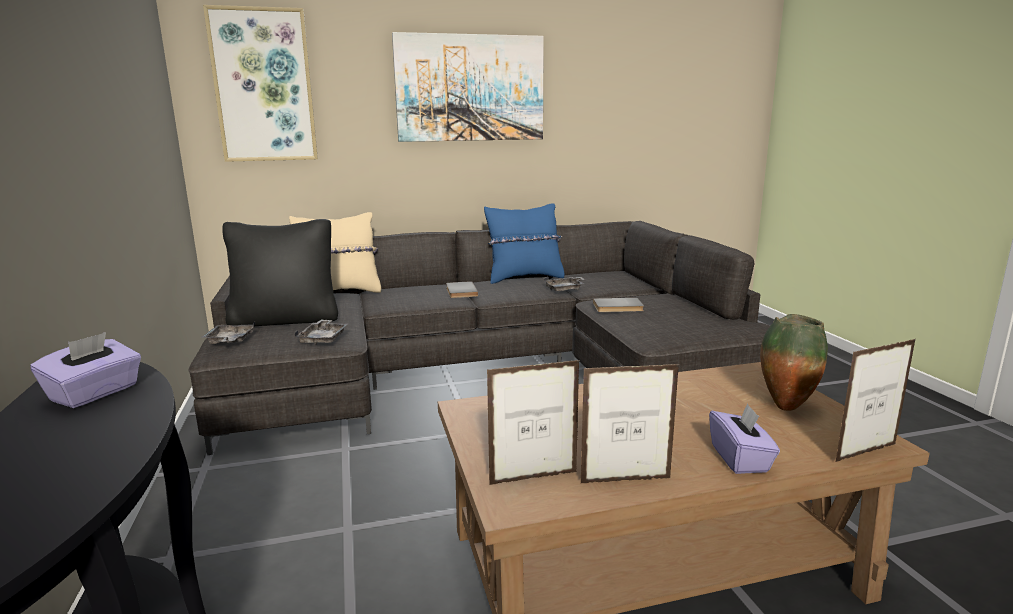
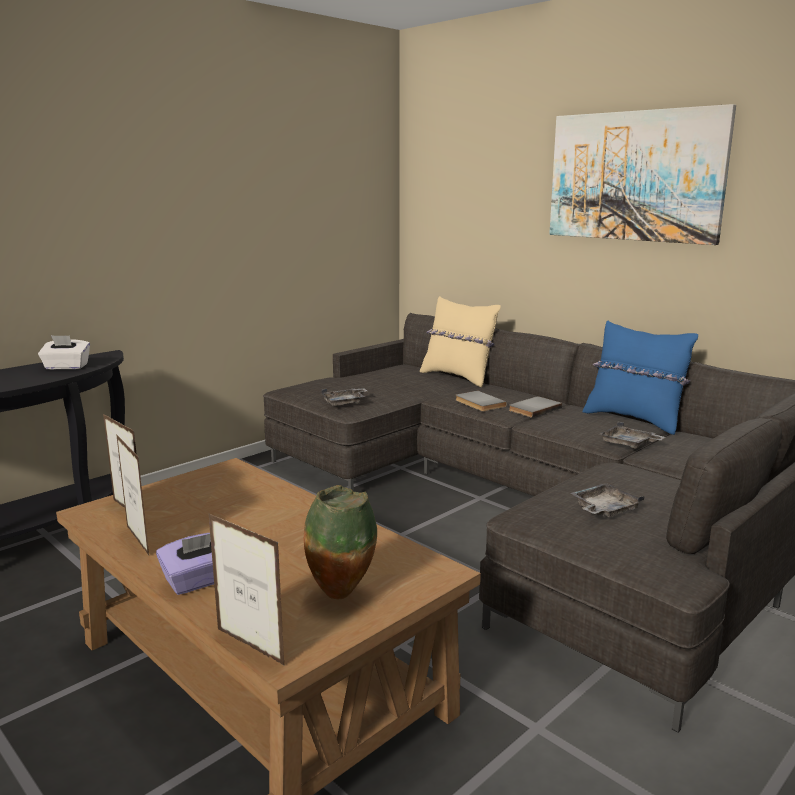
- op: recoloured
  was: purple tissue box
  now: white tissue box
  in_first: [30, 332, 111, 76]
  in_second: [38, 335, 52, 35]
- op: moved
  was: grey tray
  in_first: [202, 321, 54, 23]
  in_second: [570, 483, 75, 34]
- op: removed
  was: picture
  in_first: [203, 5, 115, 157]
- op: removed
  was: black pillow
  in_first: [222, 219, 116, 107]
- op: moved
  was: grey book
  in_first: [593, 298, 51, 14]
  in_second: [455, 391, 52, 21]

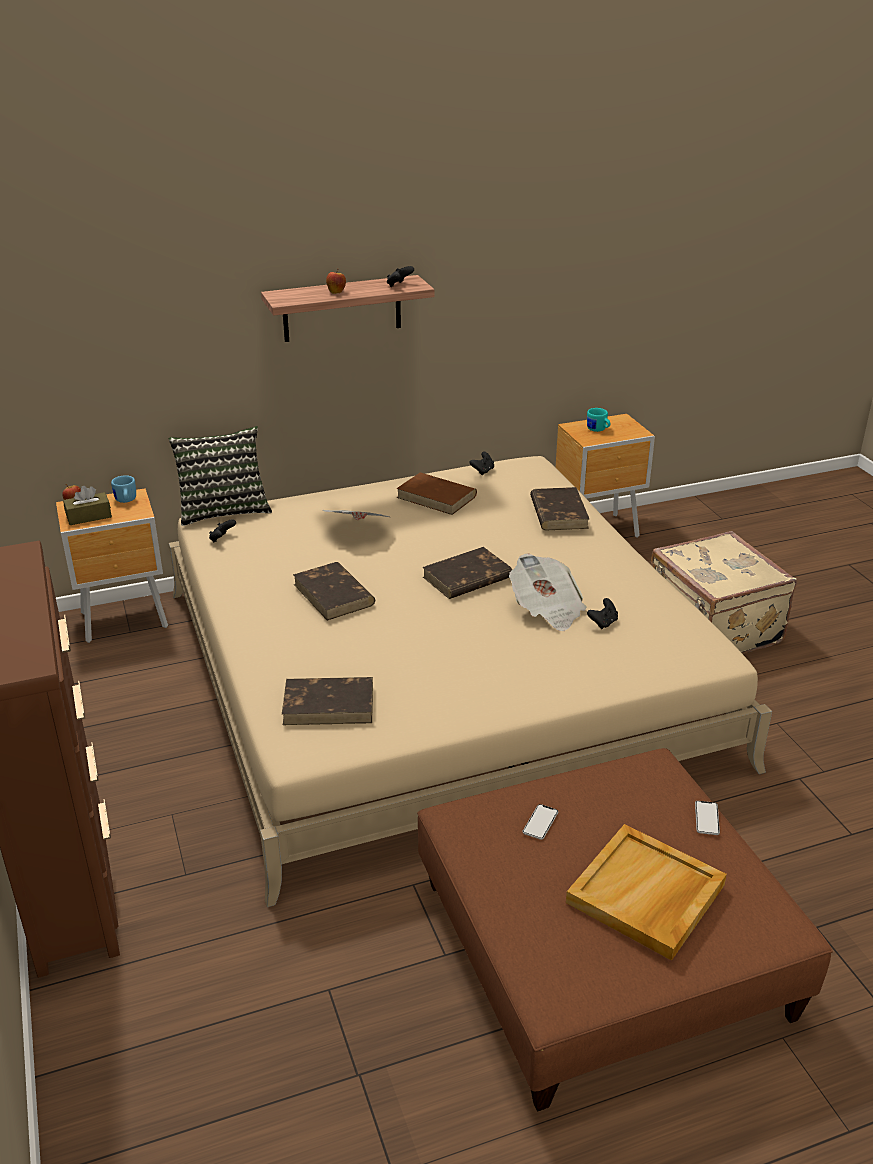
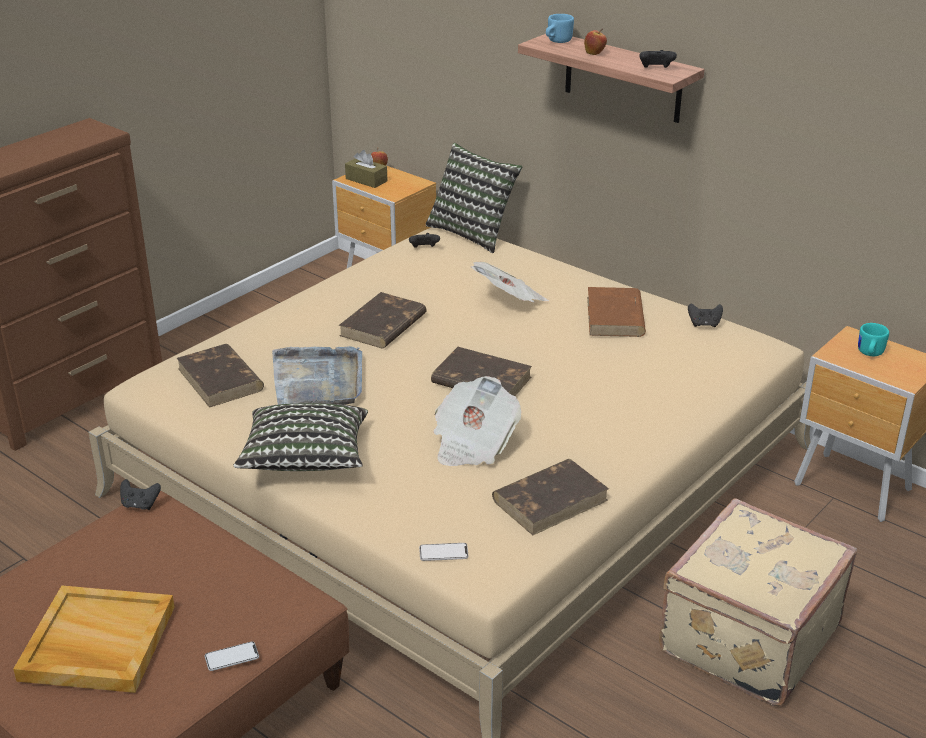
- op: moved
  was: blue mug
  in_first: [111, 475, 25, 28]
  in_second: [546, 14, 28, 29]
- op: moved
  was: phone
  in_first: [522, 804, 36, 36]
  in_second: [419, 543, 49, 18]
- op: moved
  was: brown book
  in_first: [530, 487, 59, 44]
  in_second: [492, 459, 117, 76]
- op: moved
  was: black game controller
  in_first: [587, 598, 31, 31]
  in_second: [120, 479, 41, 31]
- op: added
  now: pillow
  in_second: [233, 403, 135, 68]
- op: added
  now: grey tray
  in_second: [272, 346, 90, 59]

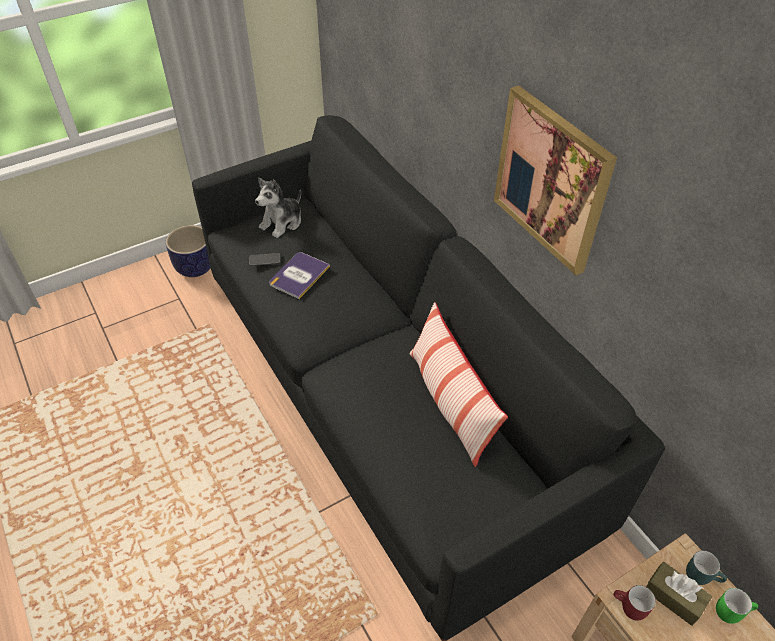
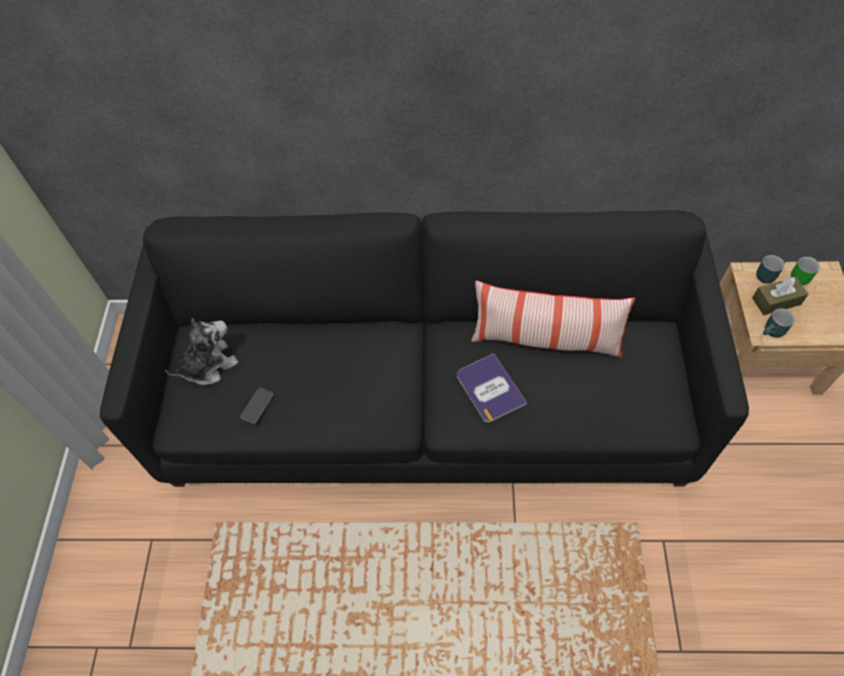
- op: removed
  was: planter
  in_first: [166, 225, 45, 52]
- op: turned
  was: plush toy
  in_first: [255, 178, 46, 60]
  in_second: [165, 318, 73, 67]
  clockwise: -105
- op: moved
  was: book
  in_first: [269, 252, 61, 47]
  in_second: [457, 353, 70, 70]
- op: removed
  was: picture
  in_first: [494, 85, 123, 190]
- op: recoloured
  was: red mug
  now: turquoise mug
  in_first: [614, 585, 42, 36]
  in_second: [763, 308, 32, 30]

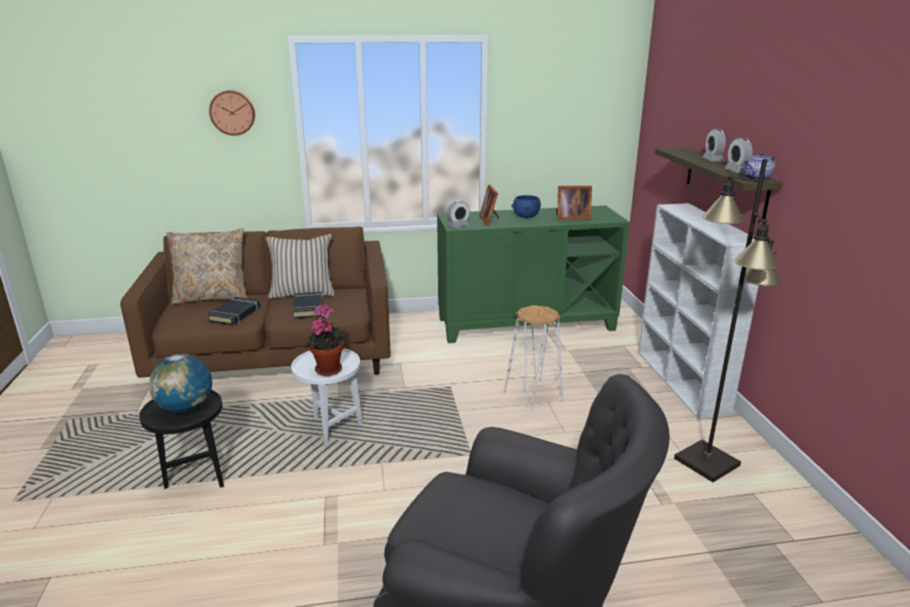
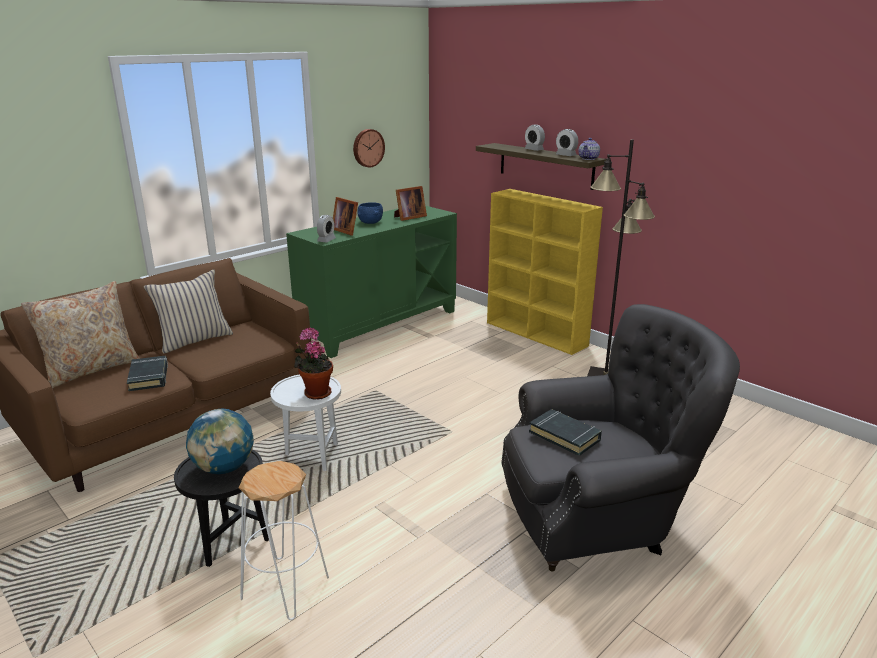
- op: moved
  was: wall clock
  in_first: [209, 90, 46, 46]
  in_second: [353, 129, 32, 38]
- op: moved
  was: black book
  in_first: [292, 292, 32, 27]
  in_second: [529, 409, 73, 47]
- op: moved
  was: white stool
  in_first: [504, 305, 60, 107]
  in_second: [239, 461, 90, 159]
- op: recoloured
  was: white bookcase
  now: yellow bookcase
  in_first: [638, 203, 121, 216]
  in_second: [487, 189, 116, 166]

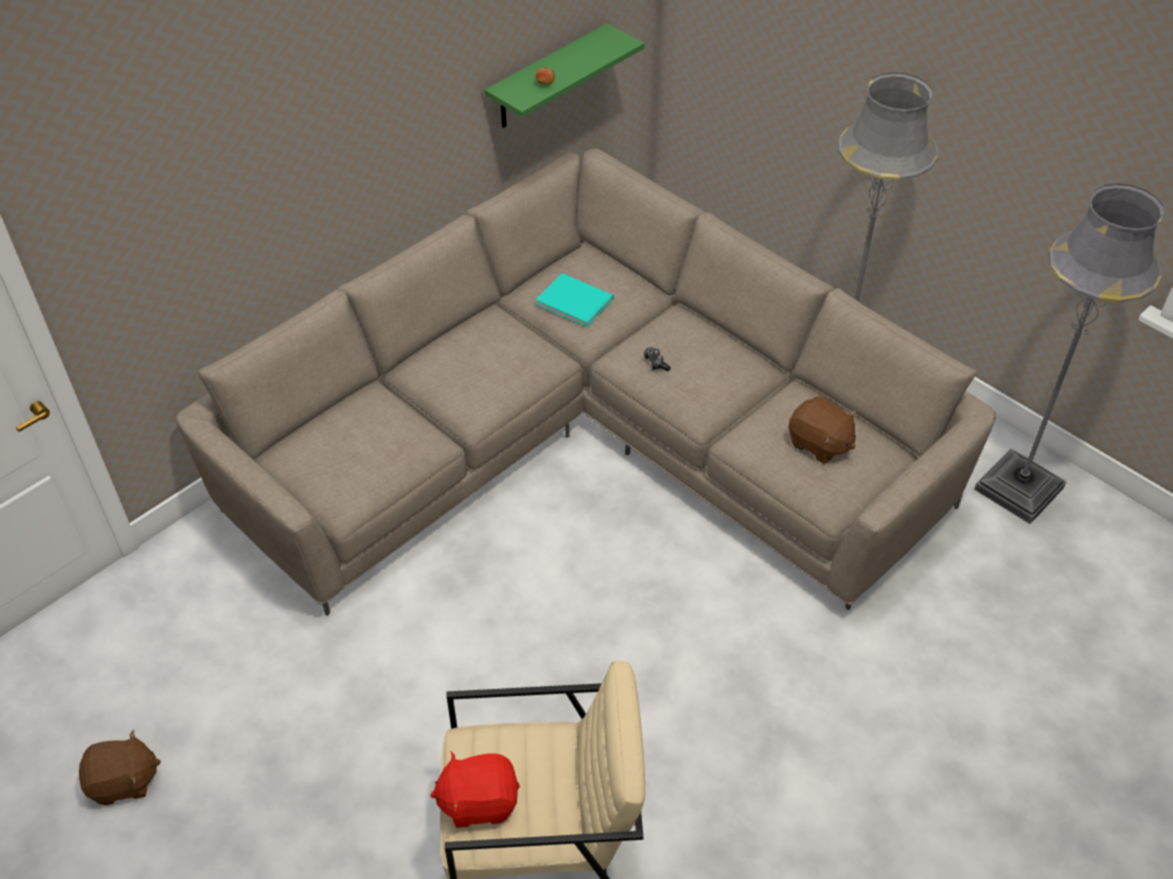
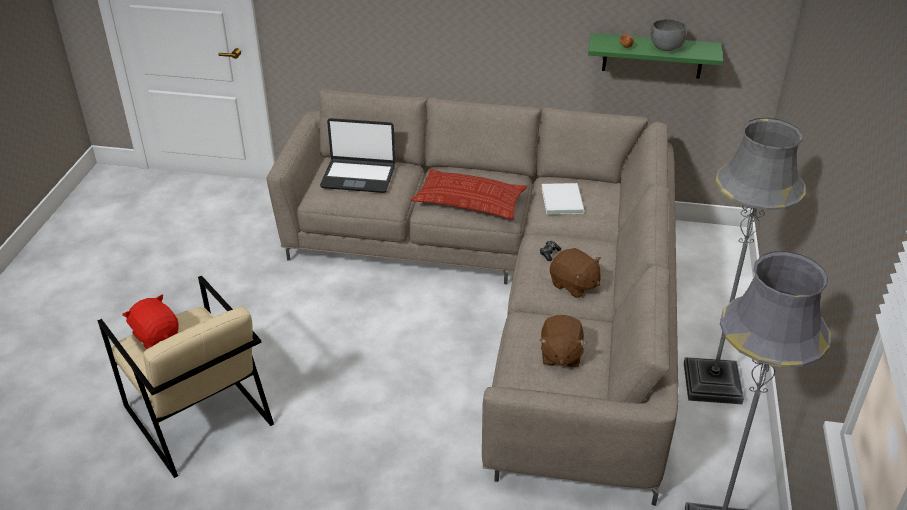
- op: moved
  was: brown plush toy
  in_first: [79, 730, 82, 75]
  in_second: [550, 248, 51, 50]
- op: recoloured
  was: turquoise book
  now: white book
  in_first: [536, 273, 78, 54]
  in_second: [541, 183, 44, 31]
- op: added
  now: laptop
  in_second: [320, 118, 75, 75]
- op: added
  now: pillow
  in_second: [411, 169, 116, 51]
- op: added
  now: grey bowl
  in_second: [651, 19, 36, 32]

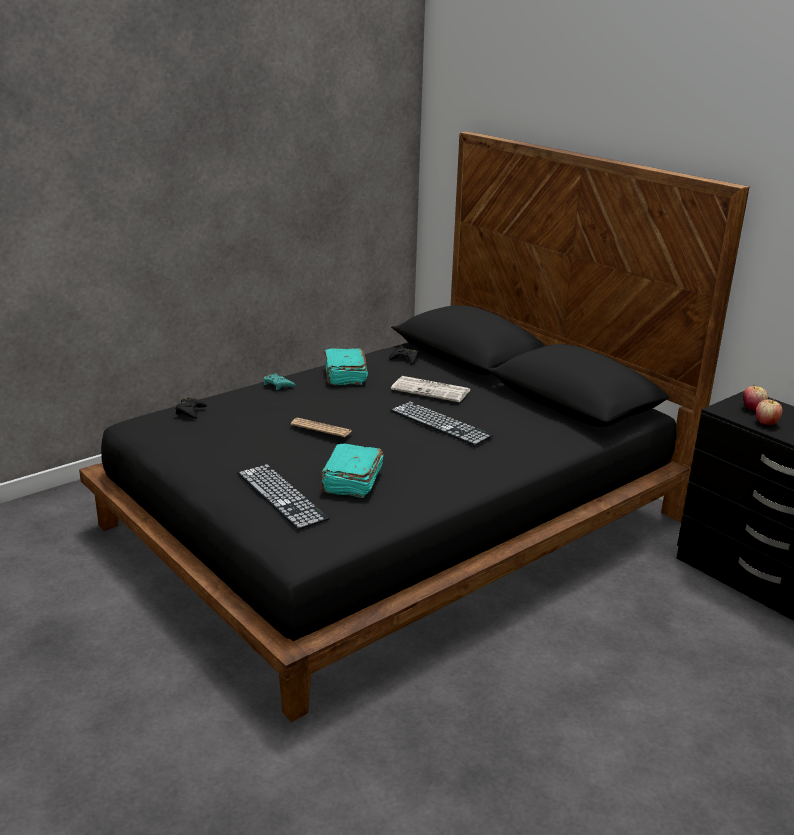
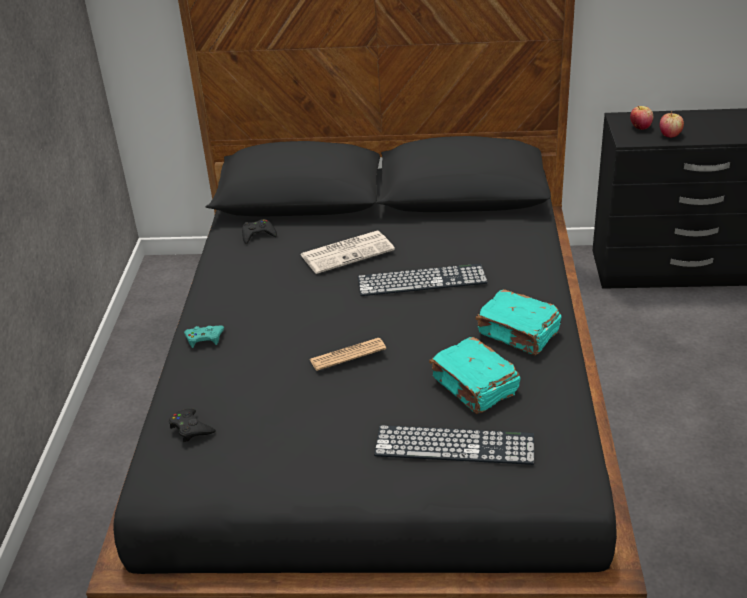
- op: moved
  was: turquoise book
  in_first: [324, 349, 44, 36]
  in_second: [475, 289, 87, 66]

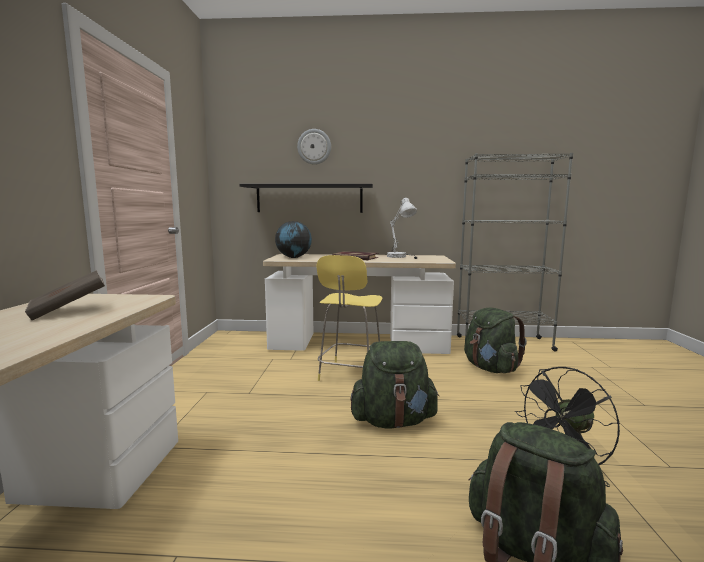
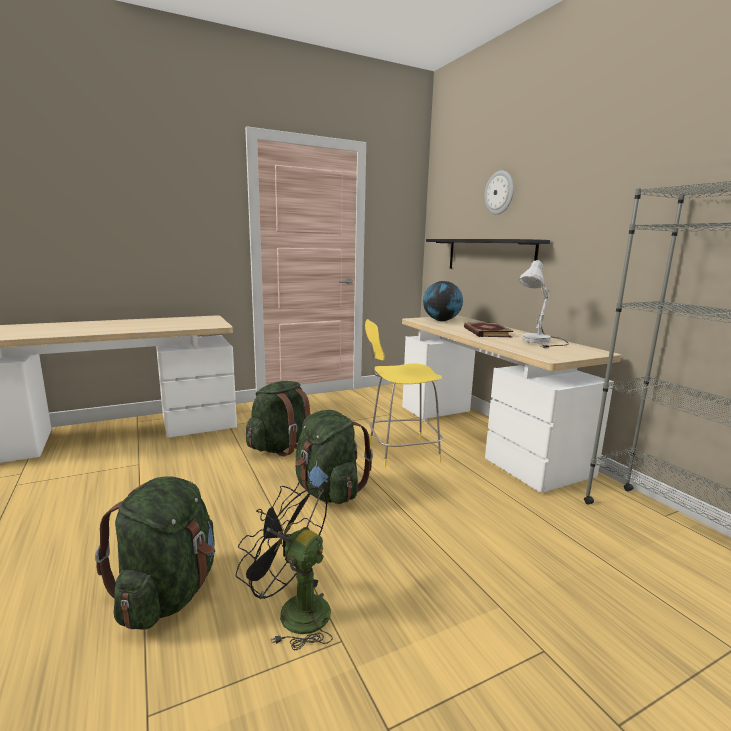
- op: removed
  was: brown book
  in_first: [25, 270, 80, 50]
- op: moved
  was: green backpack
  in_first: [464, 307, 63, 66]
  in_second: [246, 381, 65, 76]

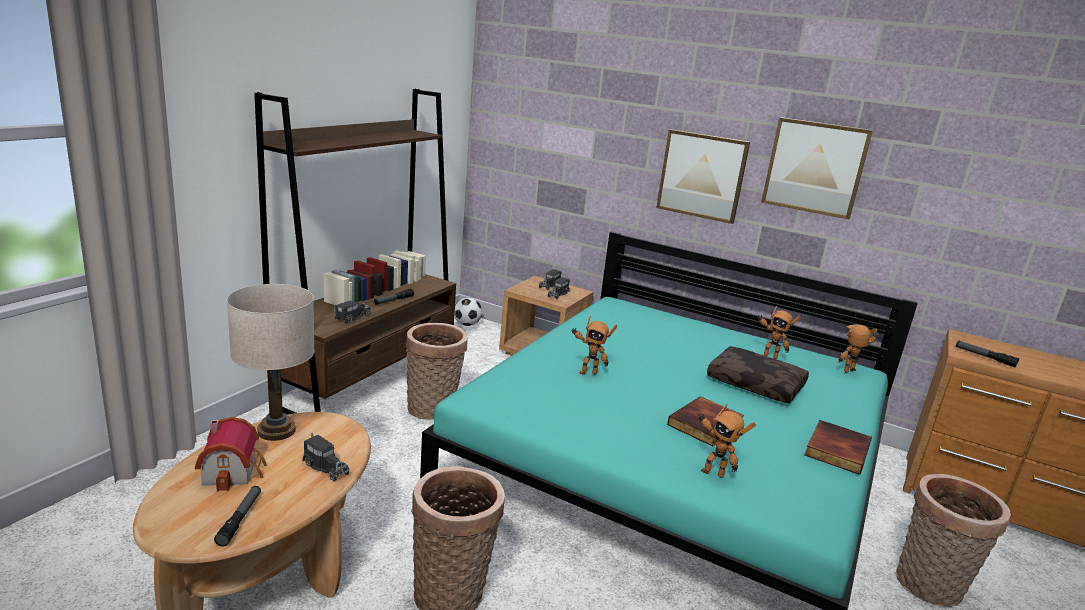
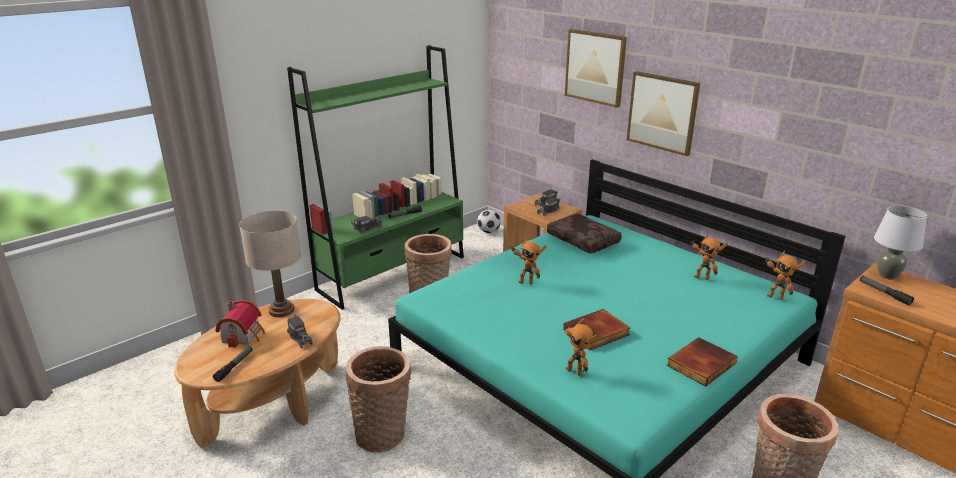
- op: recoloured
  was: brown bookcase
  now: green bookcase
  in_first: [254, 89, 202, 326]
  in_second: [287, 45, 177, 265]
- op: moved
  was: brown pillow
  in_first: [707, 346, 102, 58]
  in_second: [547, 214, 75, 40]
- op: moved
  was: picture
  in_first: [761, 117, 112, 102]
  in_second: [565, 29, 62, 79]
- op: turned
  was: toy robot
  in_first: [838, 324, 41, 49]
  in_second: [765, 251, 41, 49]
  clockwise: -135
- op: added
  now: grey table lamp
  in_second: [874, 206, 53, 74]

